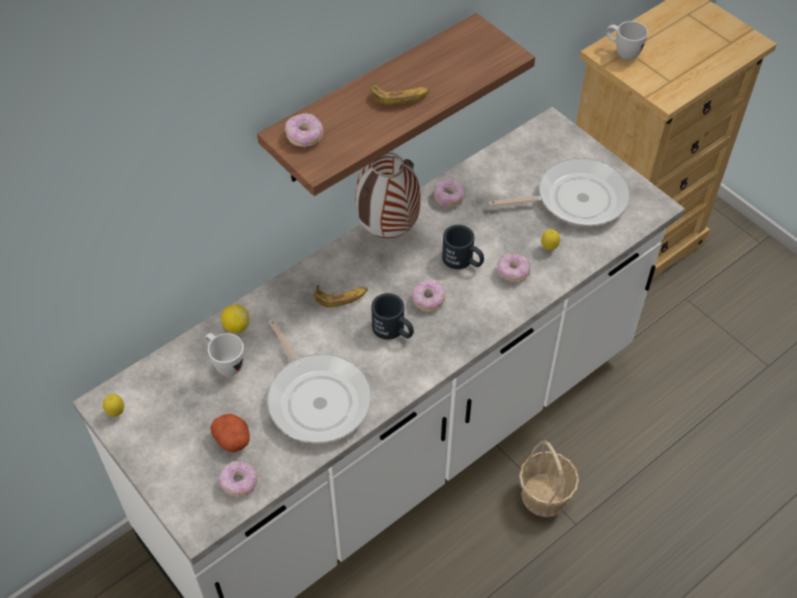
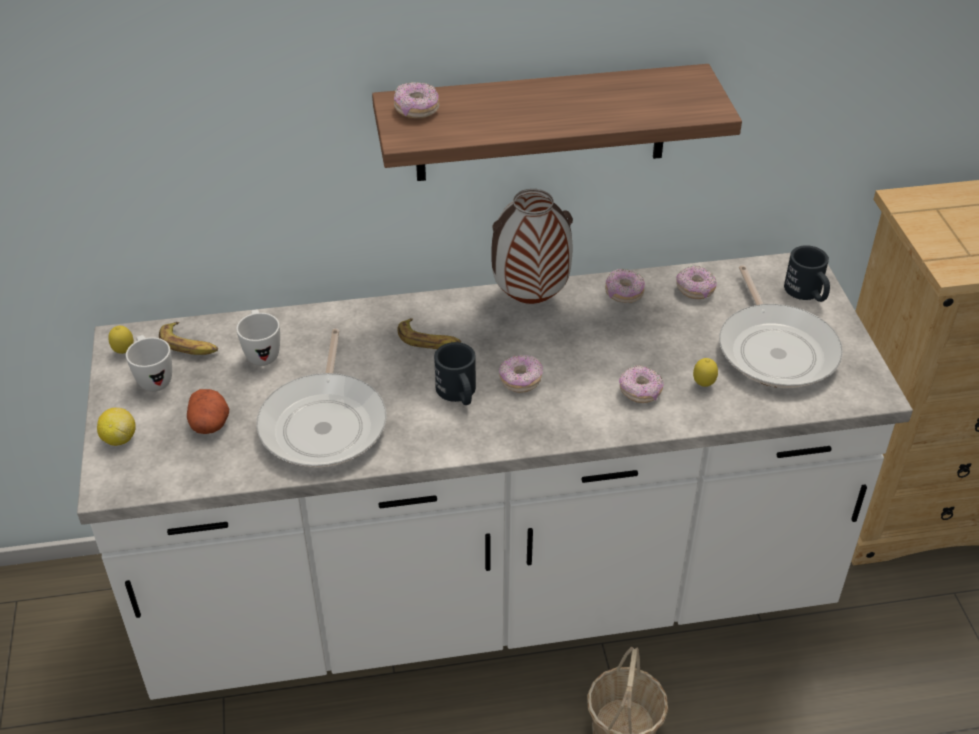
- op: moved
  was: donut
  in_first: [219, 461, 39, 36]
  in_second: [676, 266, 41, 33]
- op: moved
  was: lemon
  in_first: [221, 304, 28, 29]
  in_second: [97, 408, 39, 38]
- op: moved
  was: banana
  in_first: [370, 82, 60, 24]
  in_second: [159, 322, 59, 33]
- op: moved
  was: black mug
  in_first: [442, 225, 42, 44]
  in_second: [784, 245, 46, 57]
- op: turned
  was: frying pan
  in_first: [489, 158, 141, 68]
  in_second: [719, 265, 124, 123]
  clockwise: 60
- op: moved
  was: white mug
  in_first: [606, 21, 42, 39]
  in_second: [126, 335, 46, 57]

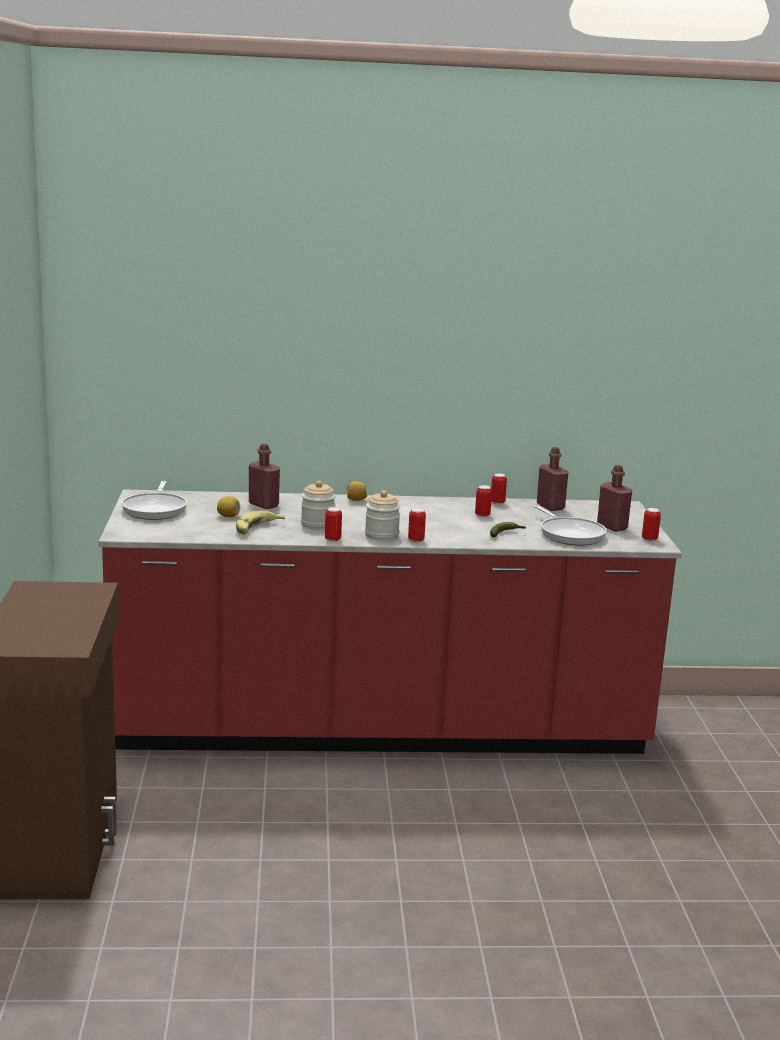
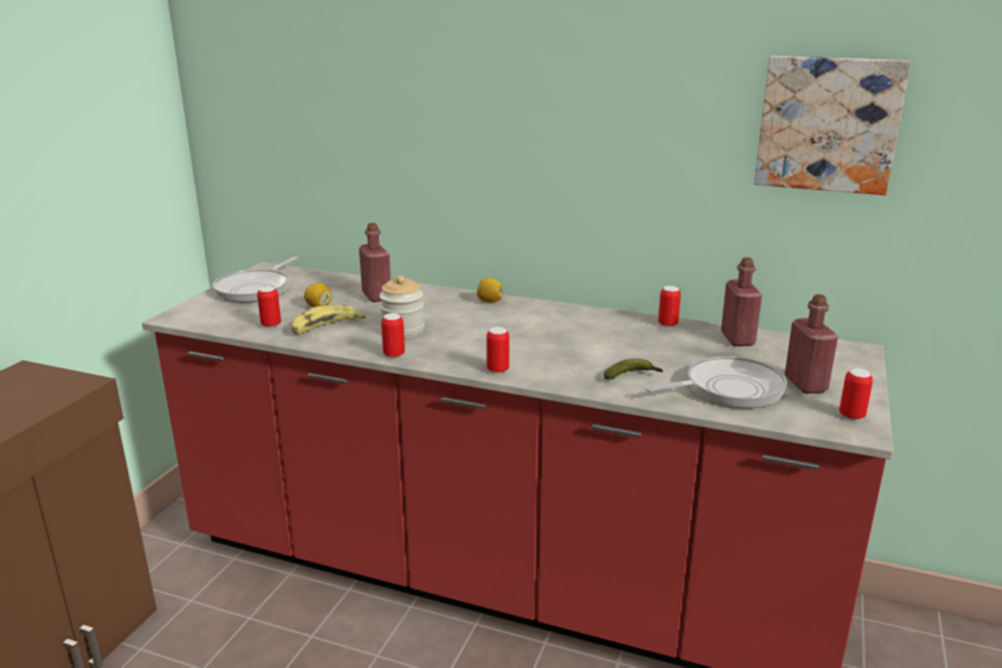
- op: removed
  was: jar
  in_first: [365, 490, 36, 51]
- op: moved
  was: can
  in_first: [475, 485, 17, 32]
  in_second: [257, 286, 24, 42]
- op: turned
  was: frying pan
  in_first: [534, 505, 73, 41]
  in_second: [645, 356, 142, 52]
  clockwise: -105
- op: added
  now: picture
  in_second: [754, 56, 157, 139]

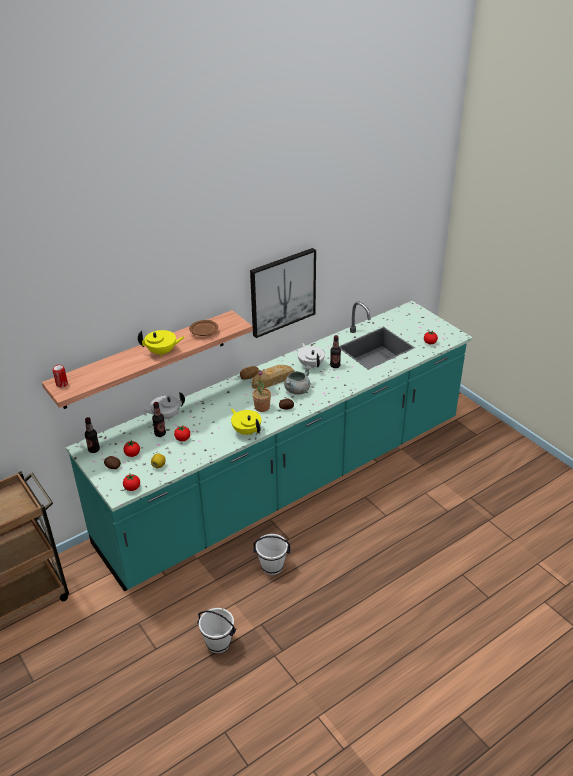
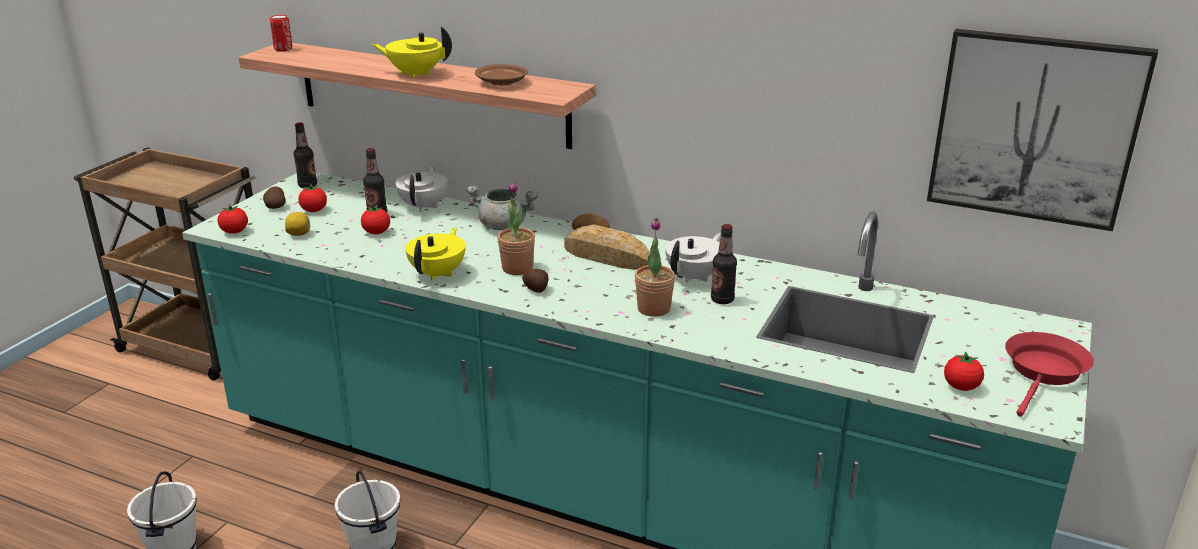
- op: turned
  was: yellow teapot
  in_first: [138, 330, 47, 27]
  in_second: [372, 26, 80, 52]
  clockwise: 135
- op: turned
  was: white teapot
  in_first: [142, 392, 43, 28]
  in_second: [395, 167, 53, 45]
  clockwise: 60
- op: moved
  was: picture
  in_first: [250, 248, 66, 90]
  in_second: [927, 29, 231, 202]
- op: moved
  was: grey cooking pot
  in_first: [284, 365, 27, 30]
  in_second: [466, 186, 72, 44]
- op: added
  now: potted plant
  in_second: [635, 218, 40, 99]
- op: added
  now: red frying pan
  in_second: [1005, 332, 89, 85]

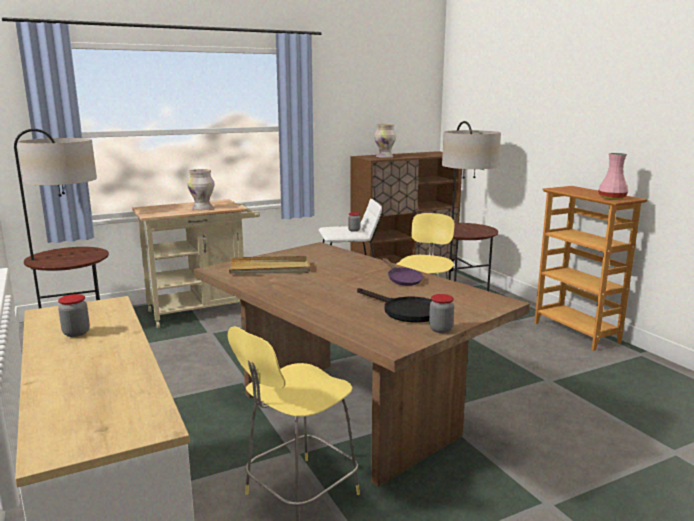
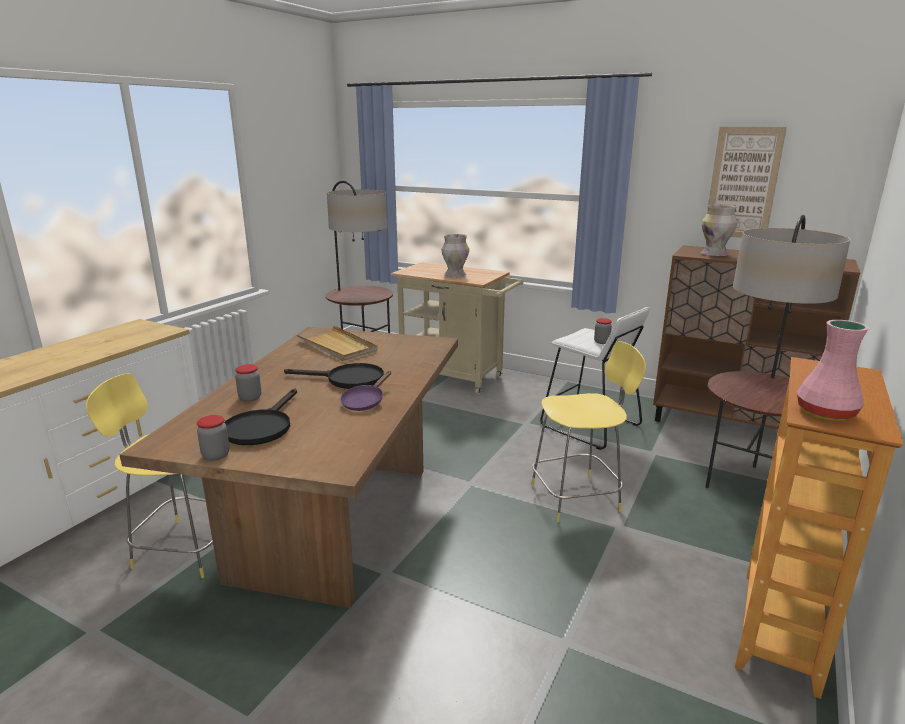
- op: moved
  was: jar
  in_first: [58, 294, 32, 43]
  in_second: [235, 364, 26, 38]
- op: added
  now: black frying pan
  in_second: [284, 363, 100, 26]
- op: added
  now: picture
  in_second: [707, 127, 80, 111]

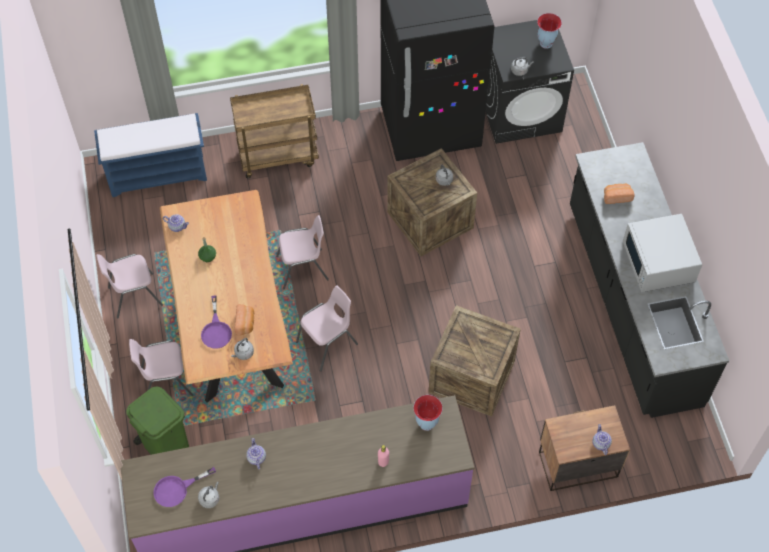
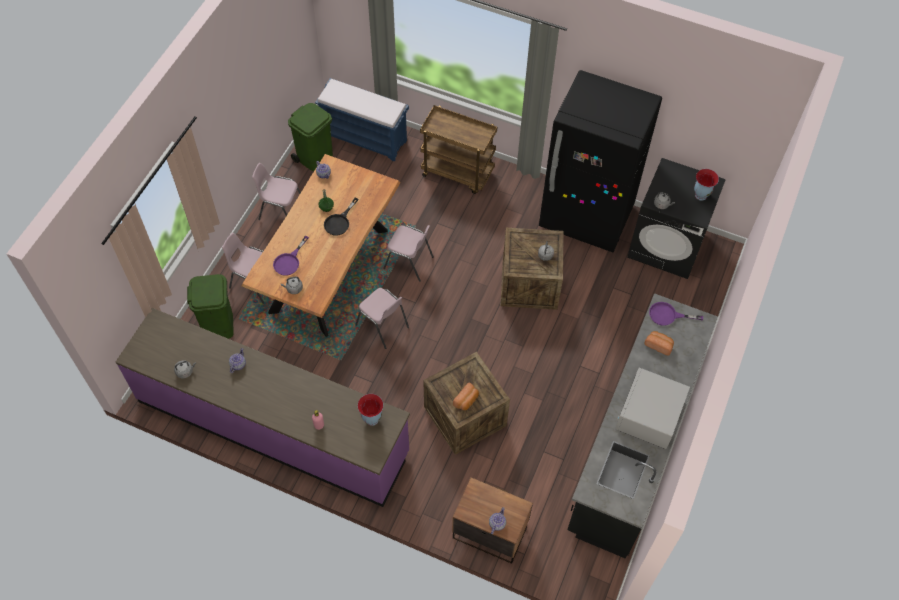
- op: moved
  was: purple frying pan
  in_first: [153, 467, 63, 40]
  in_second: [649, 302, 54, 24]
- op: moved
  was: bread
  in_first: [235, 304, 19, 32]
  in_second: [453, 382, 26, 28]
- op: turned
  was: pink chair
  in_first: [296, 285, 62, 86]
  in_second: [355, 288, 54, 61]
  clockwise: 45
- op: added
  now: green trash can
  in_second: [288, 103, 45, 68]
- op: added
  now: black frying pan
  in_second: [324, 198, 34, 38]

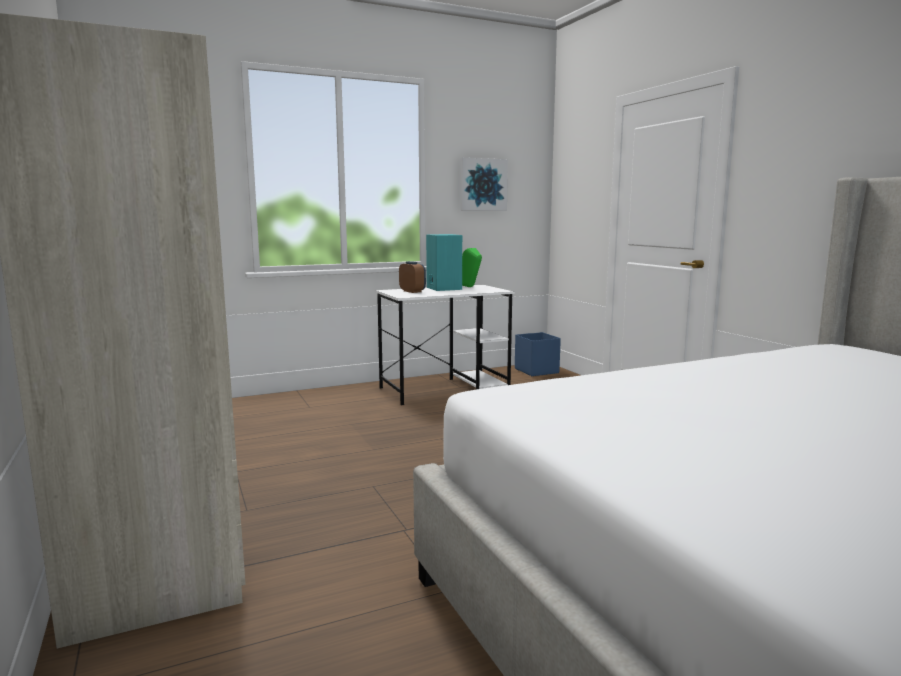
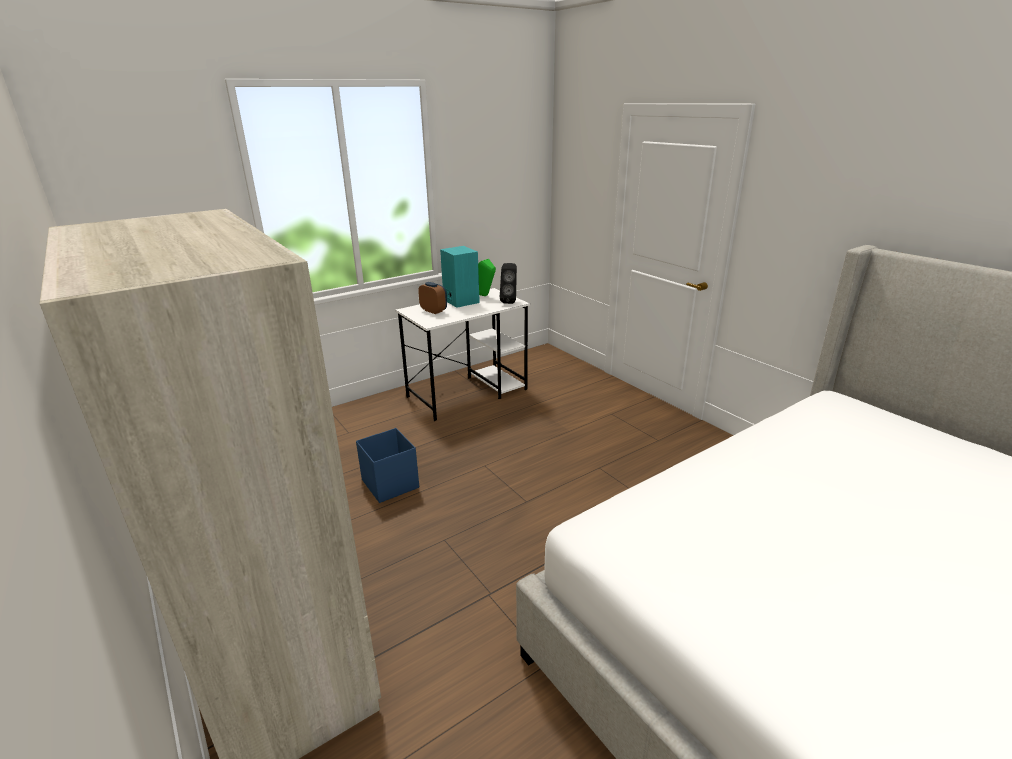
- op: removed
  was: picture
  in_first: [460, 158, 48, 53]
- op: moved
  was: blue storage box
  in_first: [515, 332, 46, 44]
  in_second: [356, 428, 63, 75]
- op: added
  now: black speaker
  in_second: [500, 263, 17, 41]

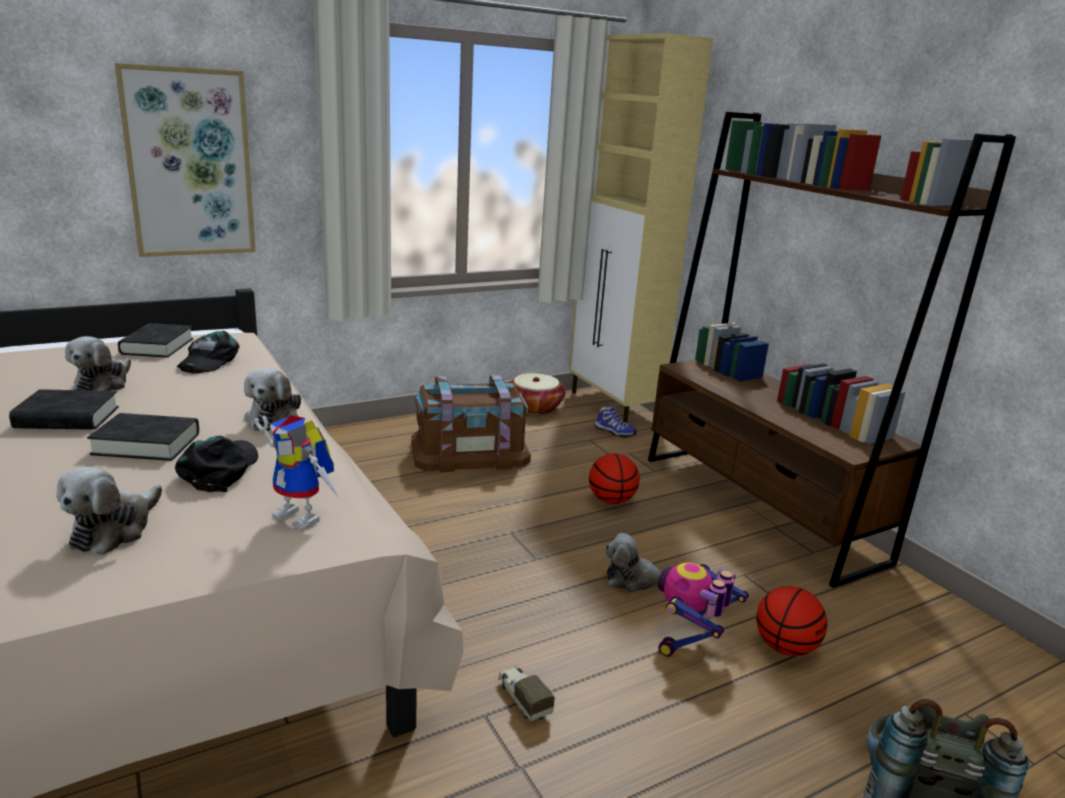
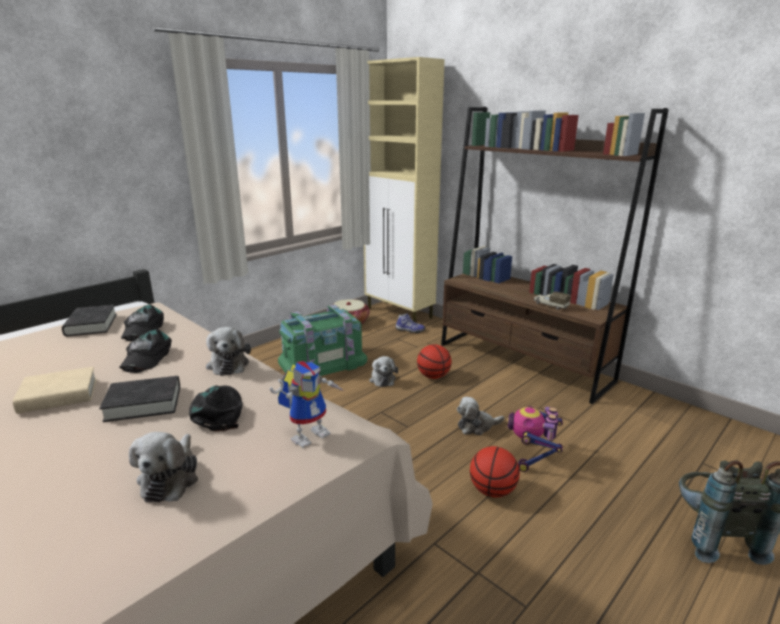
- op: recoloured
  was: black book
  now: beige book
  in_first: [9, 389, 110, 41]
  in_second: [13, 367, 84, 47]
- op: moved
  was: plush toy
  in_first: [65, 336, 66, 55]
  in_second: [369, 356, 29, 31]
- op: removed
  was: picture
  in_first: [115, 63, 141, 194]
- op: turned
  was: toy robot
  in_first: [255, 415, 84, 116]
  in_second: [270, 361, 74, 87]
  clockwise: -60
- op: recoloured
  was: brown storage box
  now: green storage box
  in_first: [411, 375, 120, 97]
  in_second: [278, 305, 89, 71]
- op: moved
  was: toy truck
  in_first: [498, 665, 57, 57]
  in_second: [534, 291, 37, 19]
- op: moved
  was: basketball
  in_first: [756, 586, 71, 70]
  in_second: [470, 446, 50, 52]
- op: added
  now: black cap
  in_second: [119, 329, 53, 44]

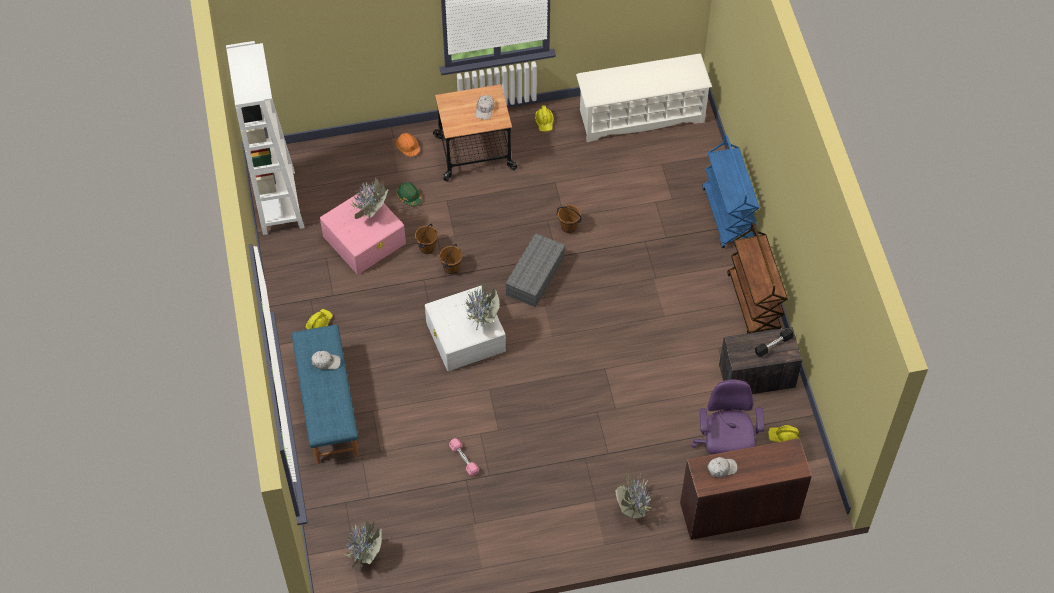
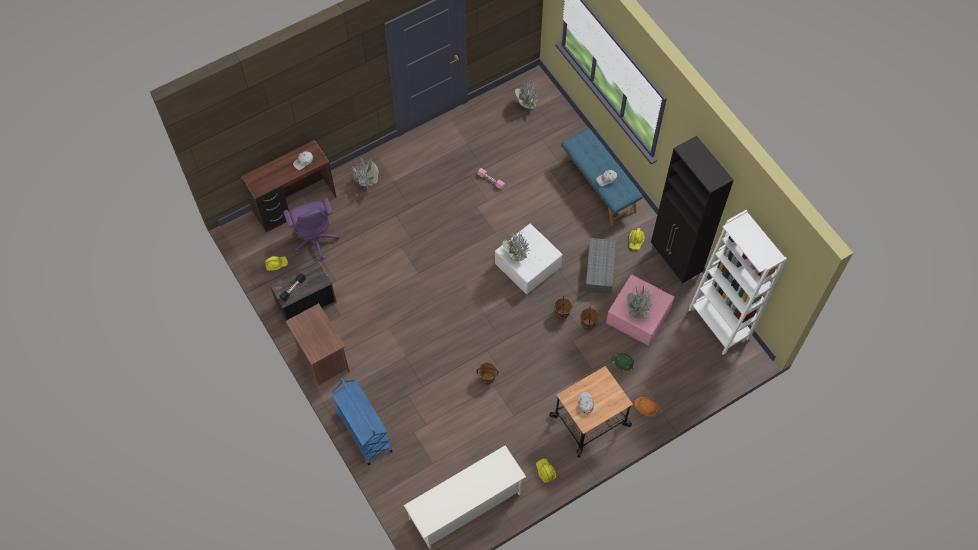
- op: moved
  was: grey storage box
  in_first: [505, 233, 60, 74]
  in_second: [585, 238, 31, 56]
- op: replaced
  was: brown cart
  now: brown nightstand
  in_first: [727, 222, 61, 112]
  in_second: [285, 303, 65, 82]
- op: added
  now: black cabinet
  in_second: [651, 136, 83, 151]

